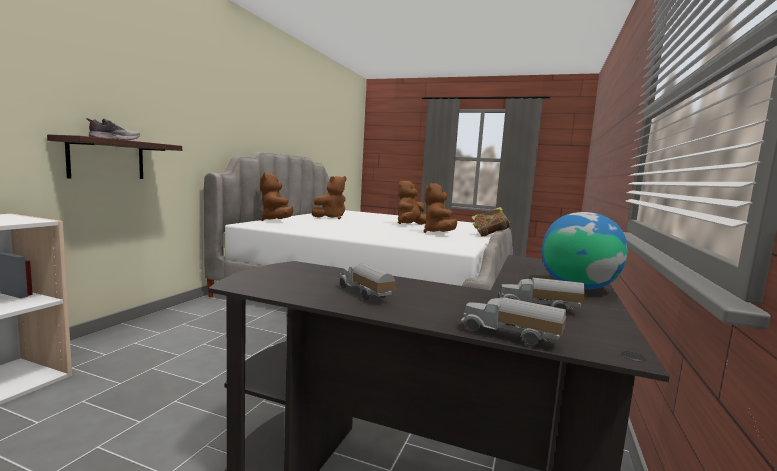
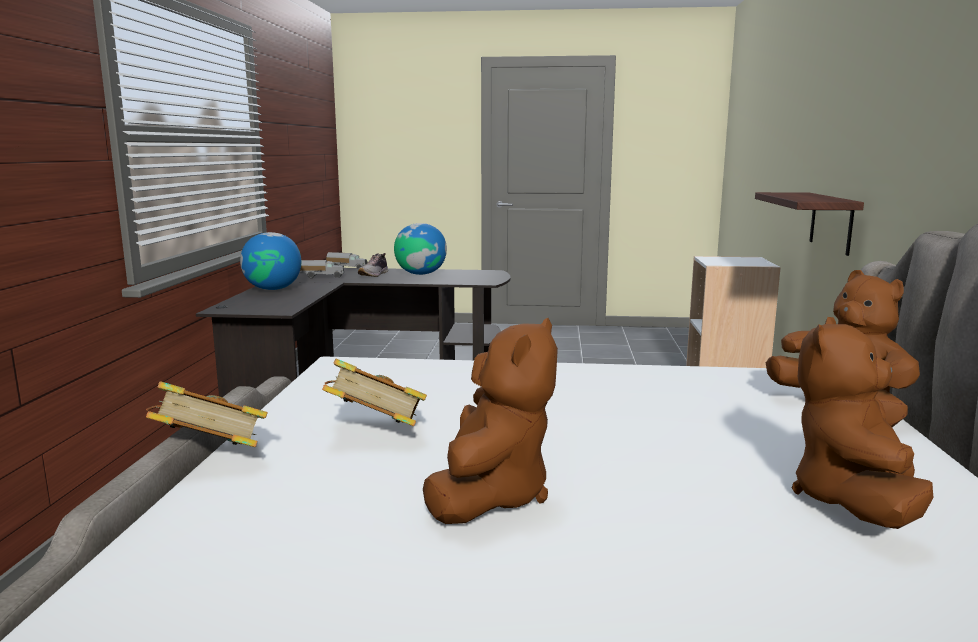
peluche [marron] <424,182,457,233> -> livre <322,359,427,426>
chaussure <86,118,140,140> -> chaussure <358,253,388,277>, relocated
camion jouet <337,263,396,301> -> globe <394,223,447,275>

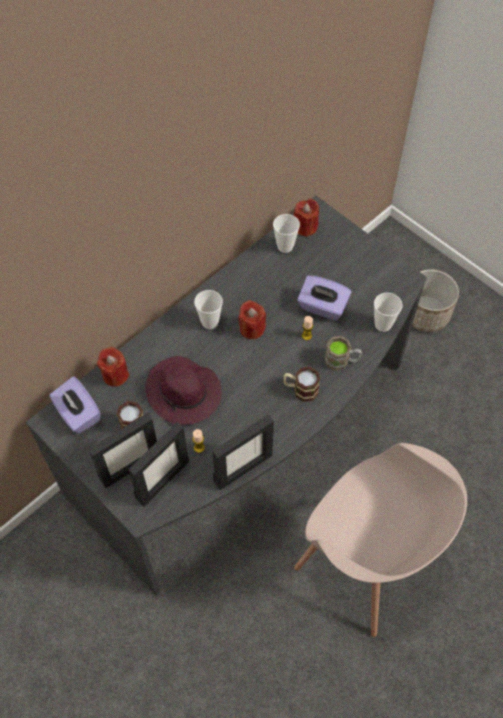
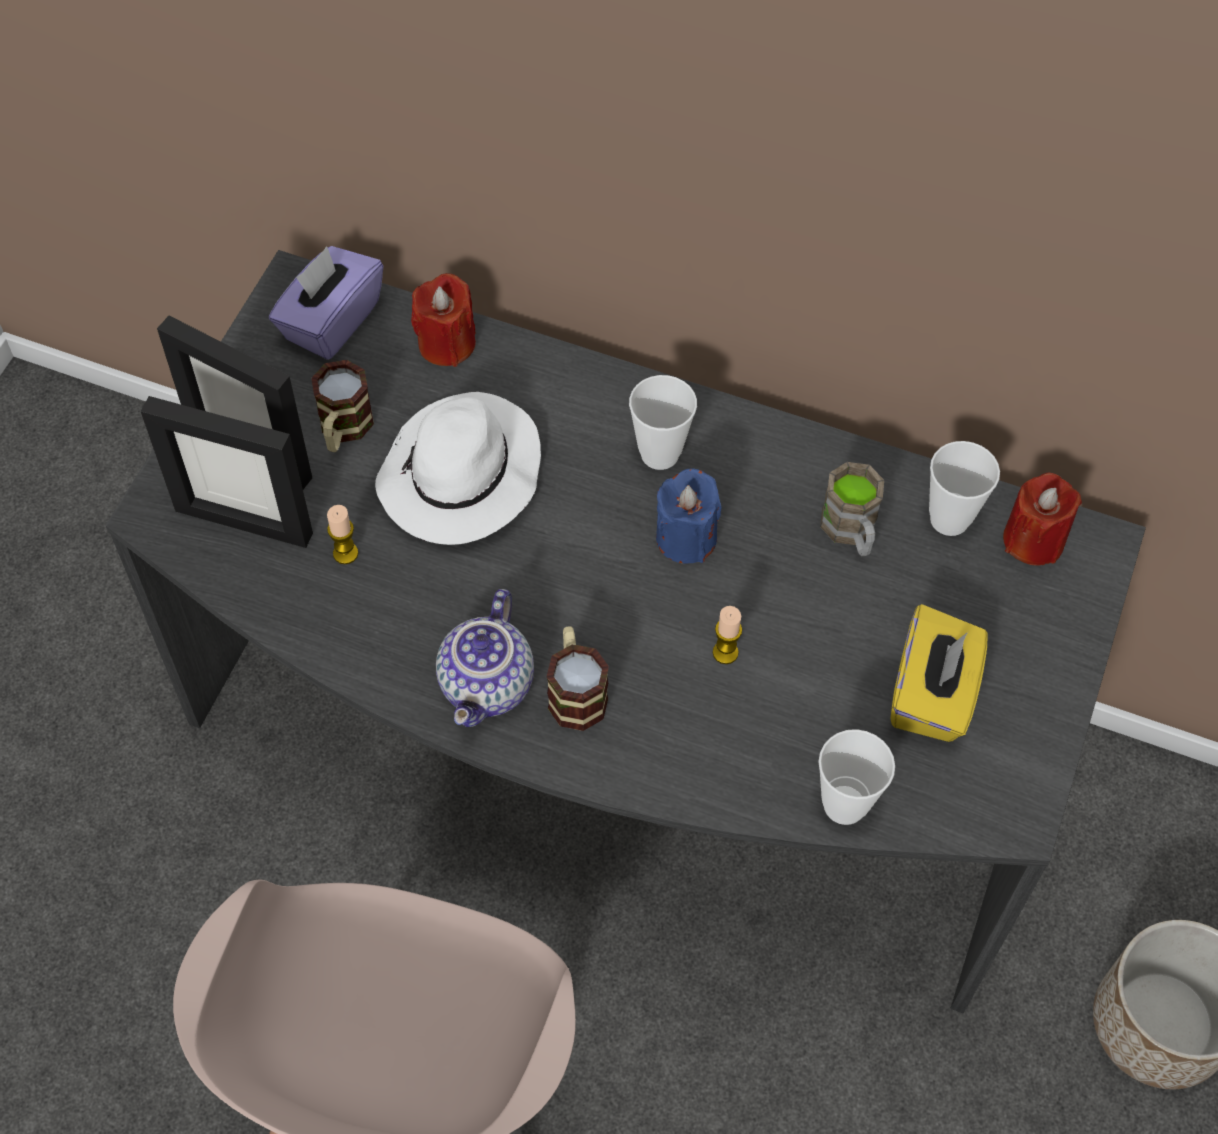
chapeau [violet] <145,356,222,425> -> chapeau [blanc] <375,392,541,545>
none -> théière <436,589,534,727>
bougie [rouge] <238,300,266,339> -> bougie [bleu] <656,469,722,564>
mug [marron] <324,336,362,371> -> mug [marron] <820,462,884,556>, relocated
none -> boîte à mouchoirs [jaune] <891,604,988,742>
cadre photo <212,415,274,490> -> none
boîte à mouchoirs [violet] <297,275,351,321> -> none

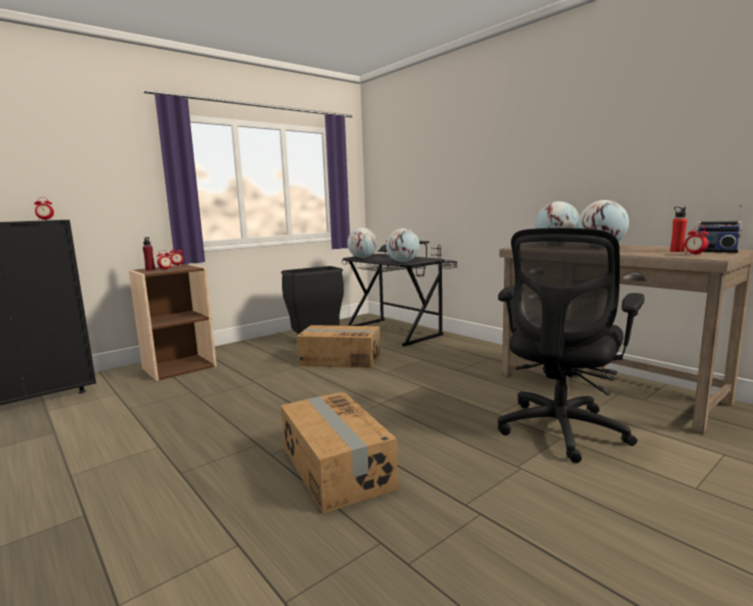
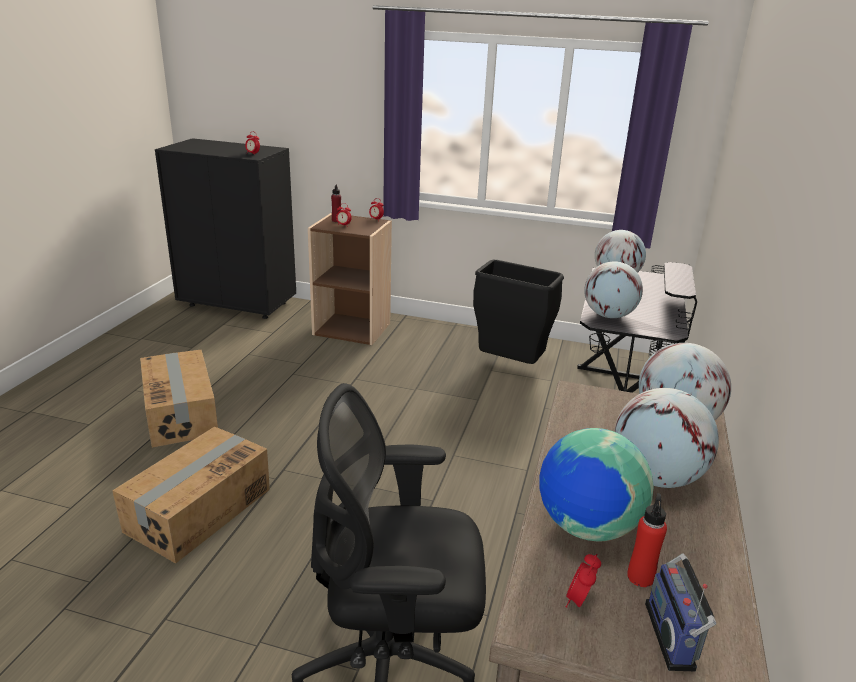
carton <297,325,380,368> -> carton <140,350,218,448>, relocated
none -> globe <539,428,654,541>

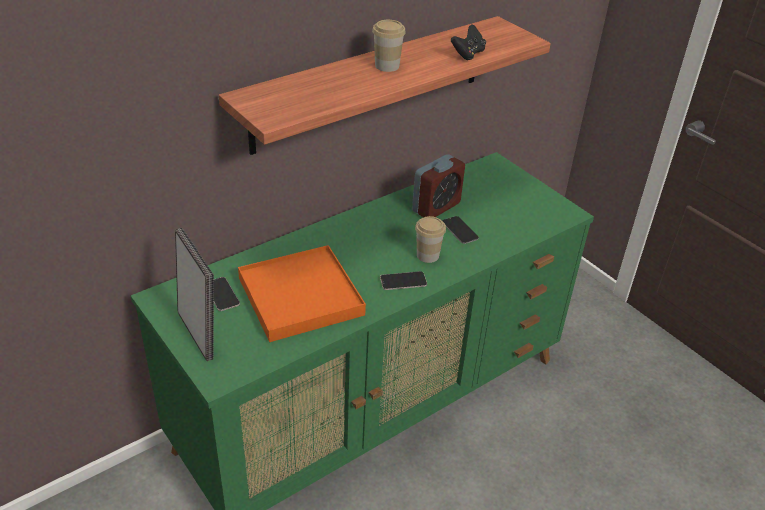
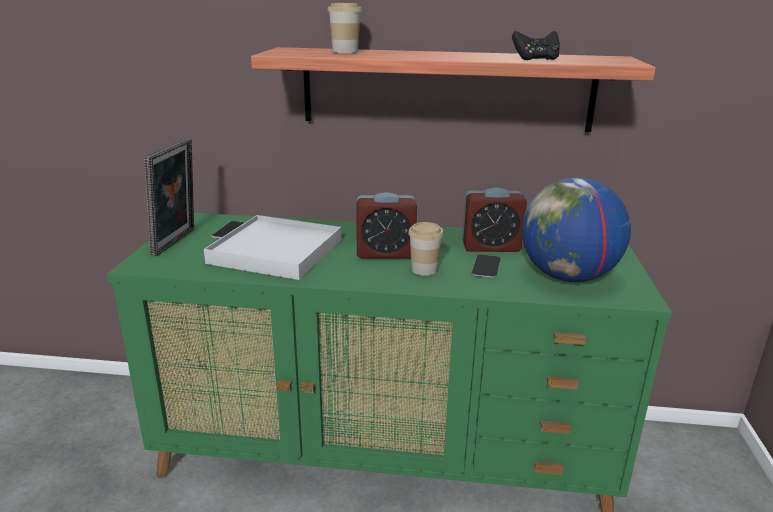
plateau [orange] <238,245,366,342> -> plateau [blanc] <204,215,341,280>
tasse <372,20,406,72> -> tasse <328,3,362,53>, relocated
none -> réveil <356,192,417,259>
none -> globe <522,178,631,282>
téléphone <380,271,427,290> -> none

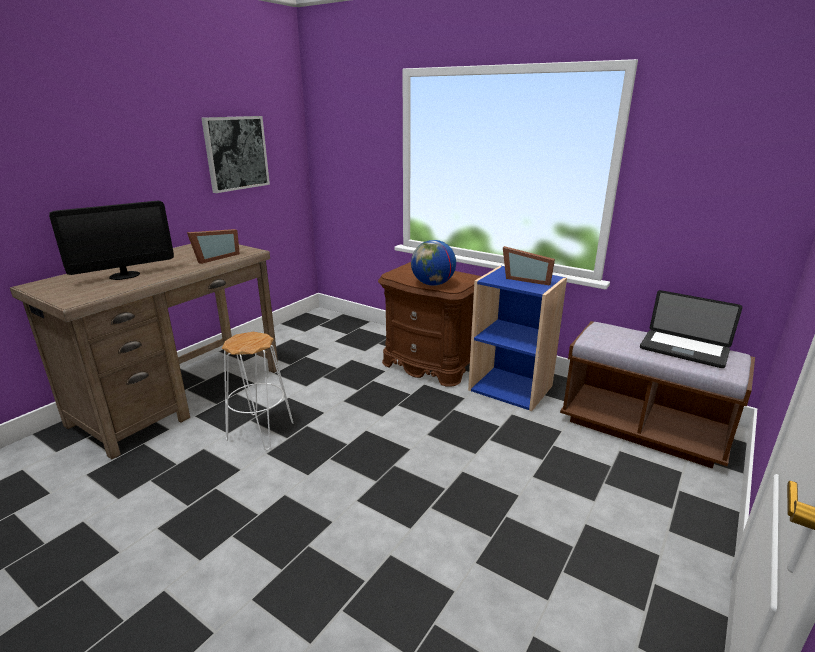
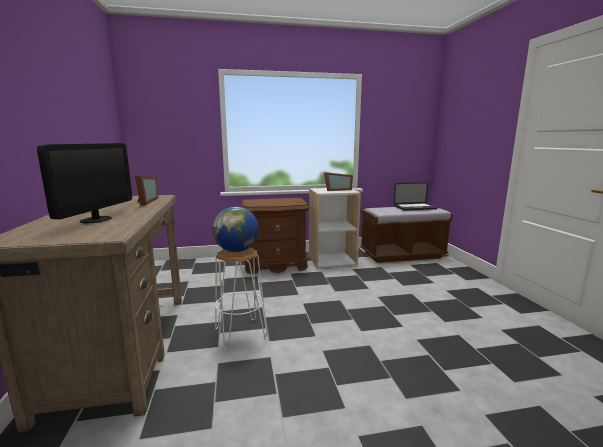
globe <411,240,456,286> -> globe <212,207,259,252>, relocated
bibliothèque [bleu] <468,266,567,411> -> bibliothèque [blanc] <309,188,361,268>
tableau <201,116,270,193> -> none

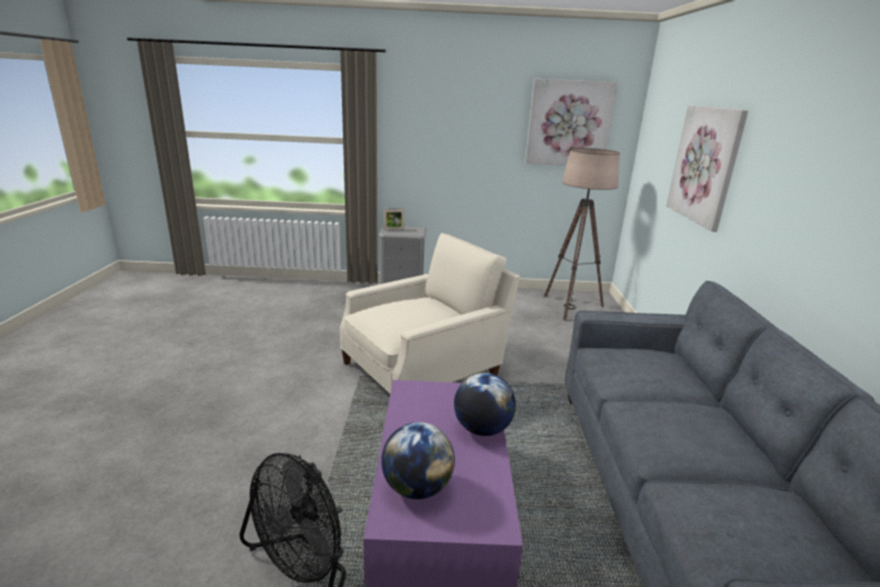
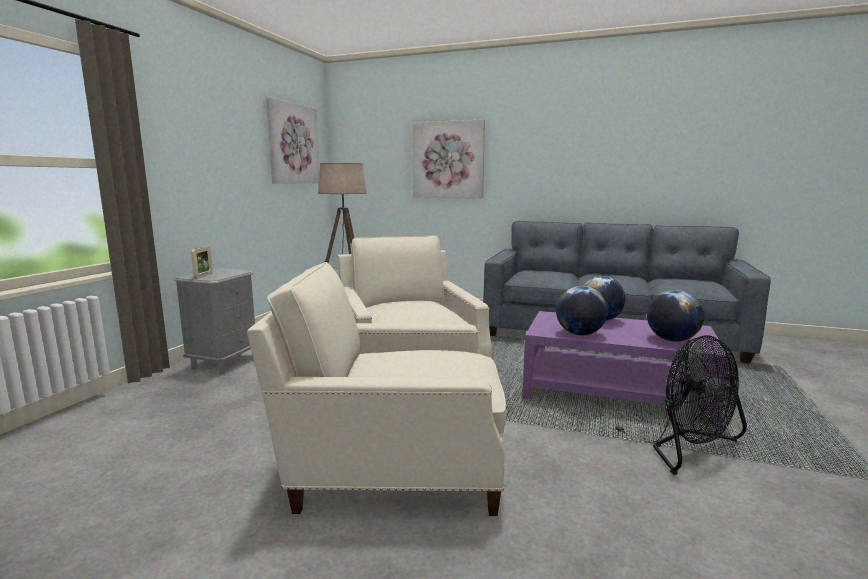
none -> fauteuil [beige] <247,262,506,516>
none -> globe <556,286,608,335>

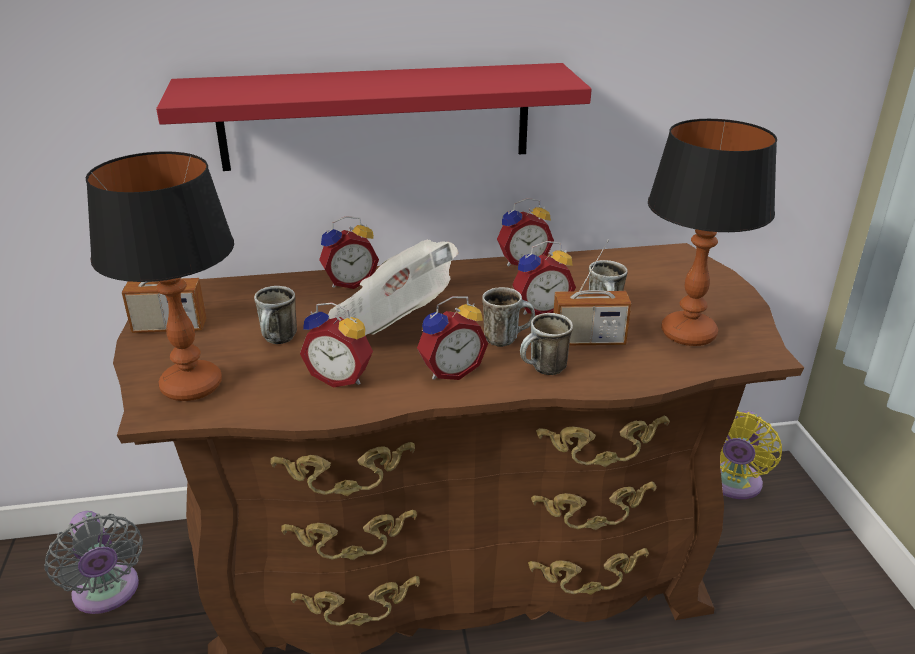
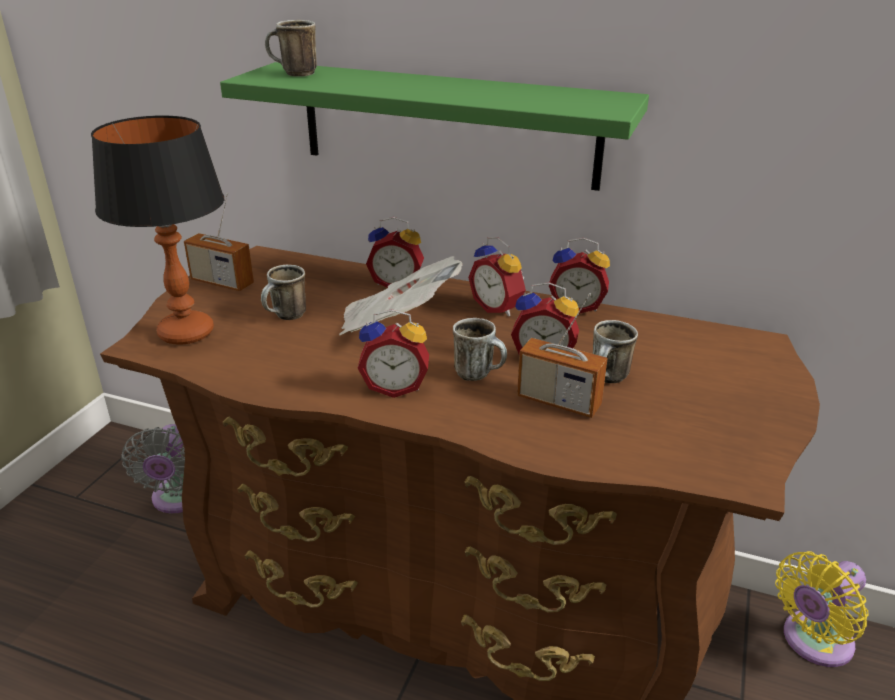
étagère [rouge] <156,63,592,171> -> étagère [vert] <220,62,649,191>
mug <520,313,573,375> -> mug <265,20,317,77>, relocated
réveil <300,302,373,387> -> réveil <468,237,526,316>, relocated
lampe de table <648,119,777,346> -> none

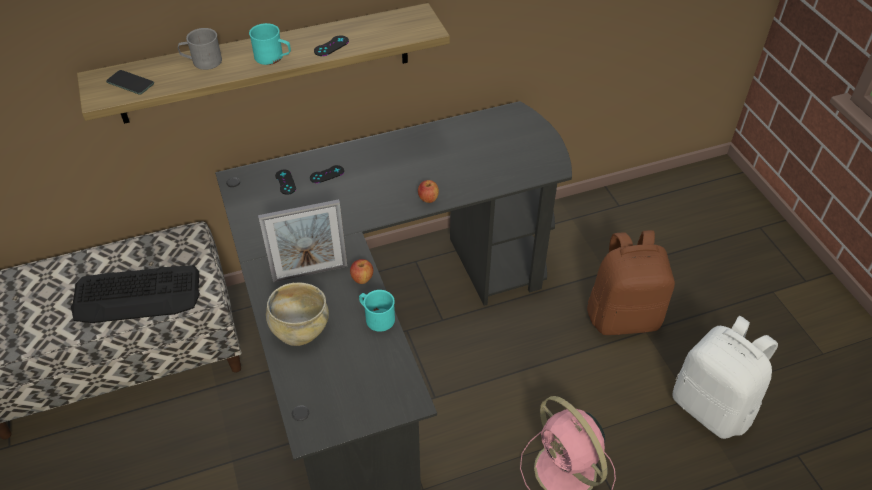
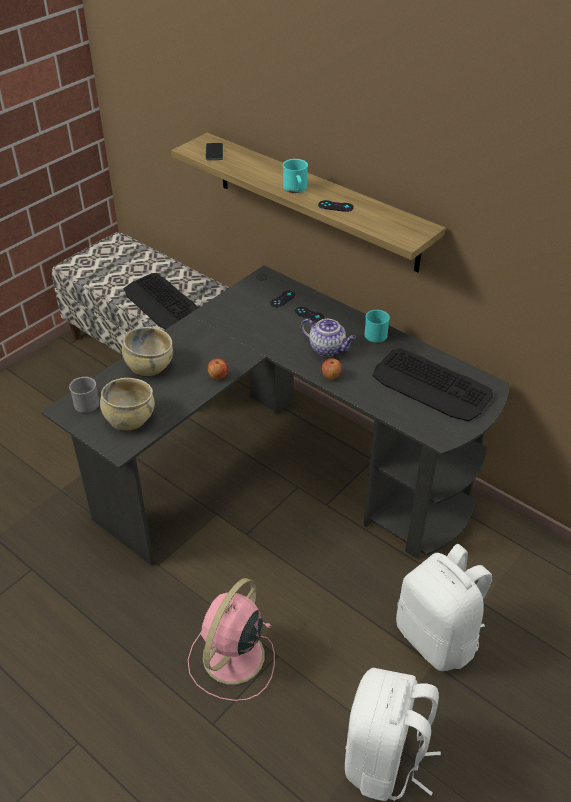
mug [gris] <178,28,222,70> -> mug [gris] <69,377,99,413>, relocated
none -> bol [beige] <100,378,155,431>
none -> théière <301,318,356,357>
mug [turquoise] <359,290,395,332> -> mug [turquoise] <365,310,390,343>, relocated
none -> clavier <372,348,493,422>
sac à dos [marron] <587,230,675,335> -> sac à dos [blanc] <396,544,492,671>
cadre photo <258,199,348,282> -> none

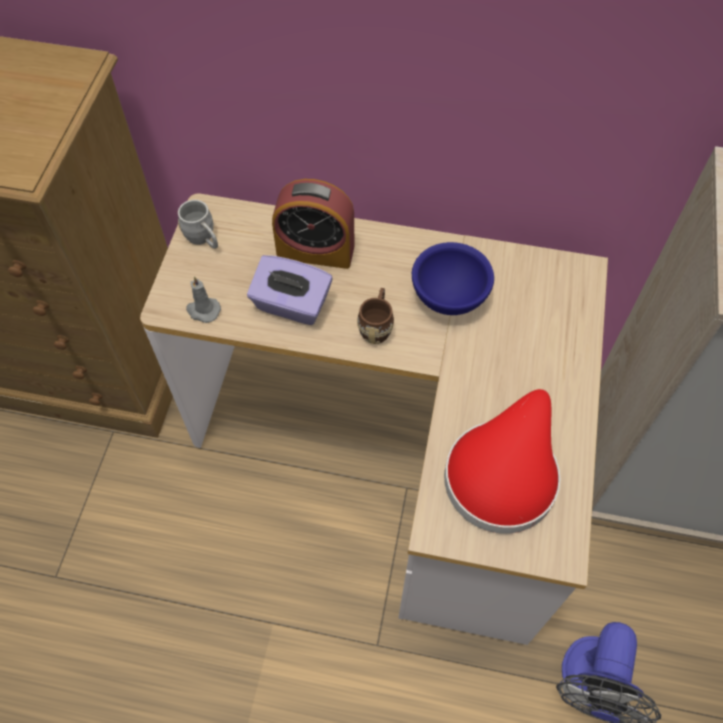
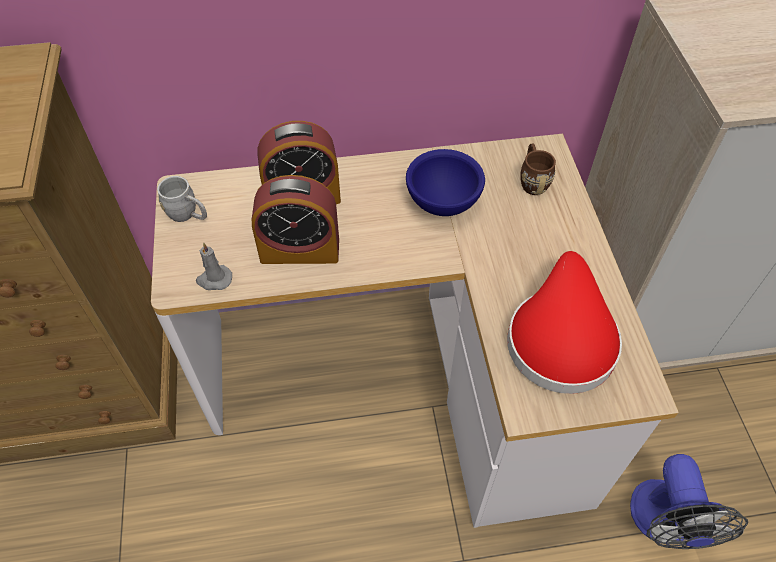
boîte à mouchoirs [violet] <247,255,333,325> -> réveil <252,175,339,264>
mug [marron] <357,288,394,344> -> mug [marron] <520,144,556,195>, relocated

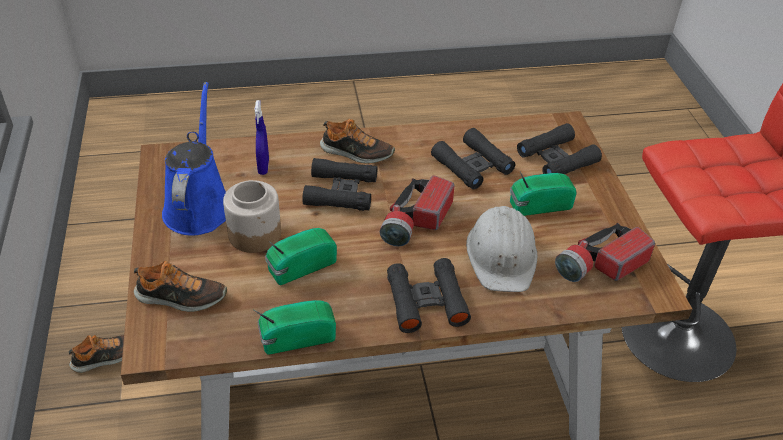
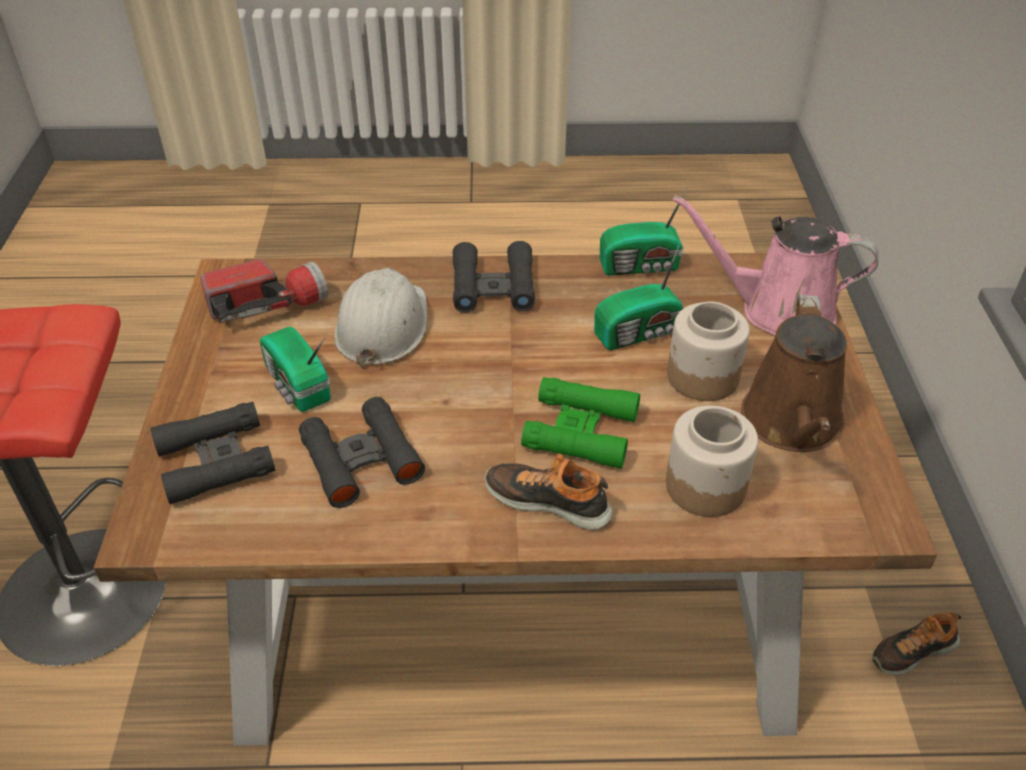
radio <510,172,577,216> -> radio <260,327,331,412>, 60 degrees clockwise
jumelles [noir] <302,158,378,211> -> jumelles [vert] <521,377,640,469>
vaporisateur [bleu] <255,100,269,175> -> bocal <666,405,758,517>
chaussure <134,261,227,312> -> arrosoir [rose] <673,195,878,335>
arrosoir [bleu] <162,82,226,236> -> arrosoir [marron] <741,295,847,452>
lampe de poche <380,175,455,247> -> none

